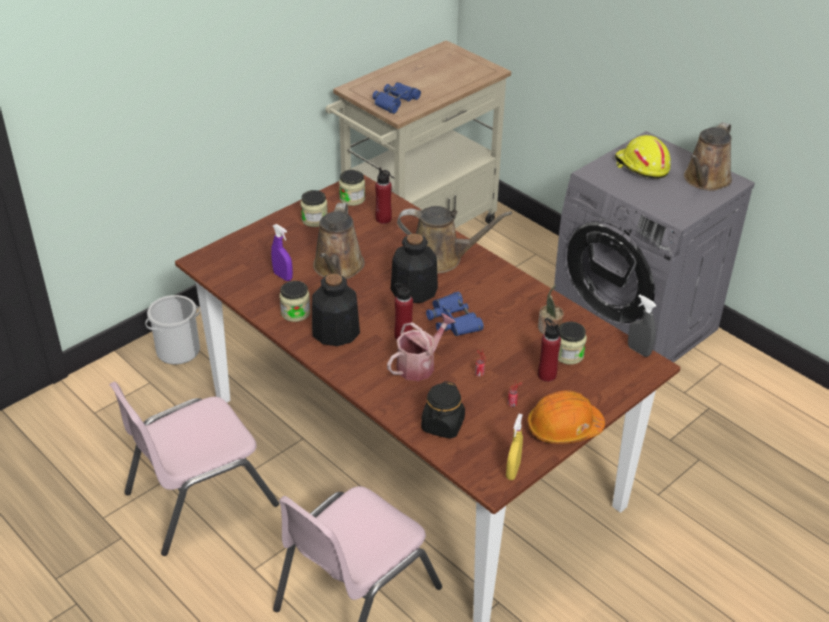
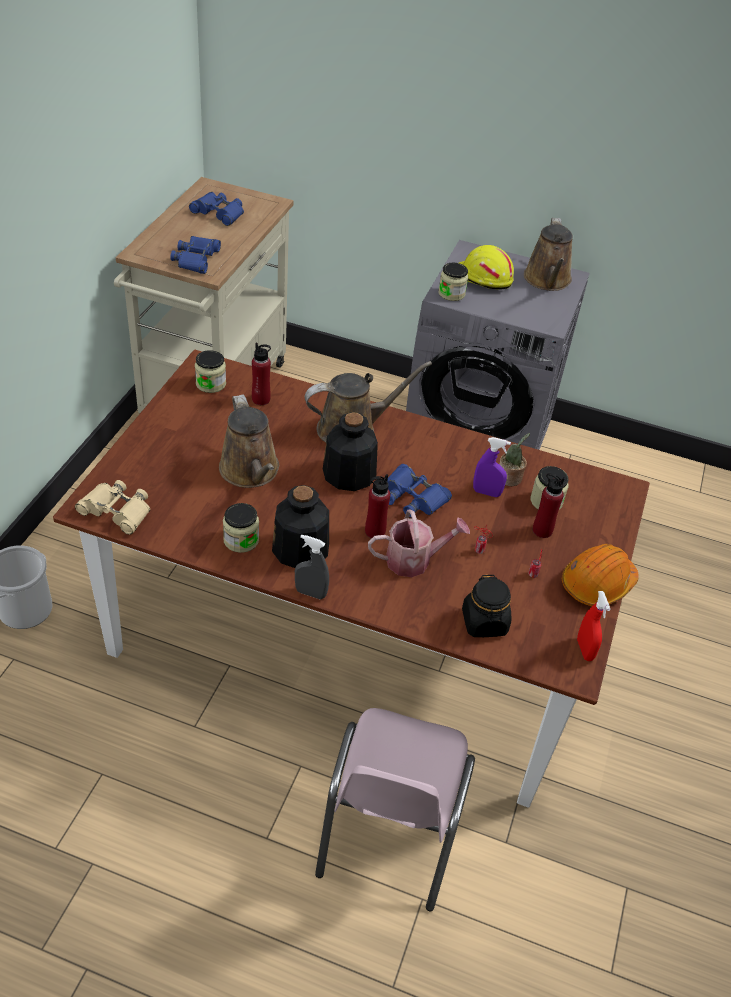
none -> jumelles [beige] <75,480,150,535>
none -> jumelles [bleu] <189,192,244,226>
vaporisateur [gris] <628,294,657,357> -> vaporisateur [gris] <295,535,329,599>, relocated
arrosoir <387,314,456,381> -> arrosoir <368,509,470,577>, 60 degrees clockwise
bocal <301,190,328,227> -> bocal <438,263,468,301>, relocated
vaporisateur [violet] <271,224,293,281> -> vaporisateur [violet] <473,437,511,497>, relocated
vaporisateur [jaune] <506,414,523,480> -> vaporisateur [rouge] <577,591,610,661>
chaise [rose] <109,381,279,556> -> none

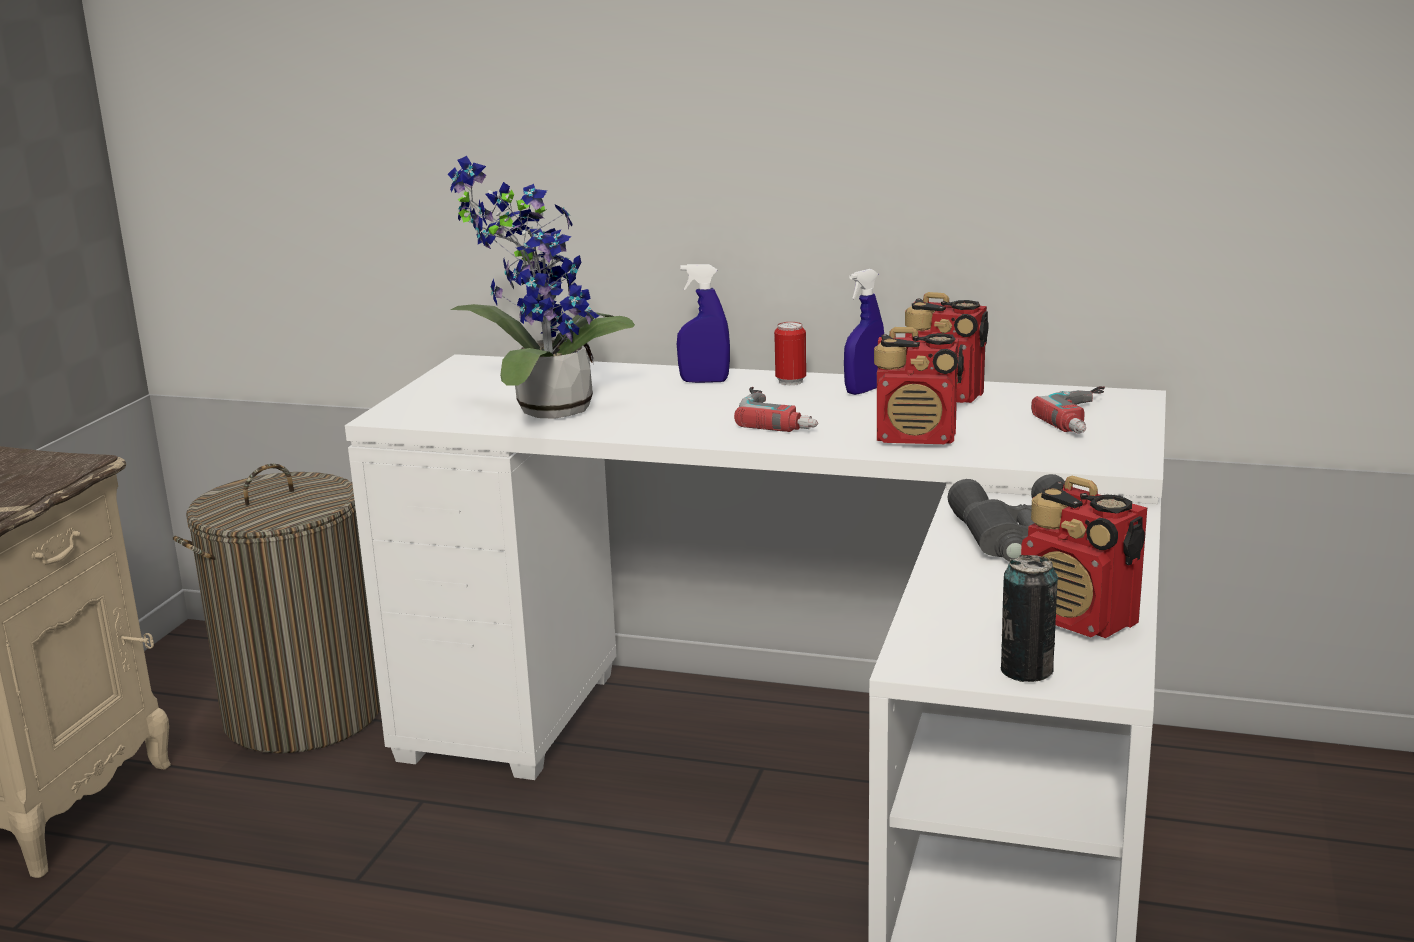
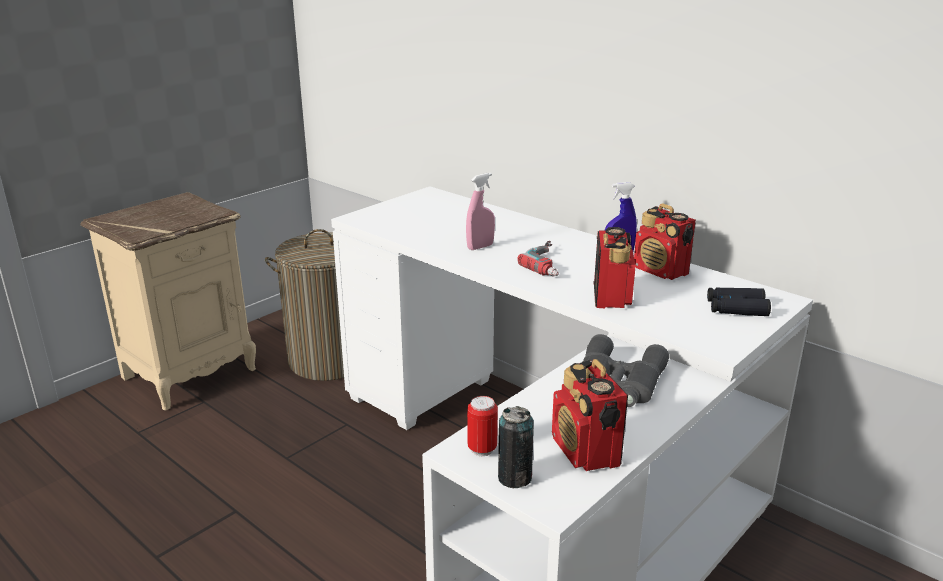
none -> vaporisateur [rose] <466,173,495,250>
boîte métallique <774,322,806,385> -> boîte métallique <467,396,498,456>, relocated
radio <874,327,964,444> -> radio <593,227,635,308>, 120 degrees counterclockwise
perceuse <1031,386,1105,434> -> jumelles [noir] <707,287,771,316>
plante en pot <448,156,635,419> -> none
vaporisateur [bleu] <677,264,730,383> -> none

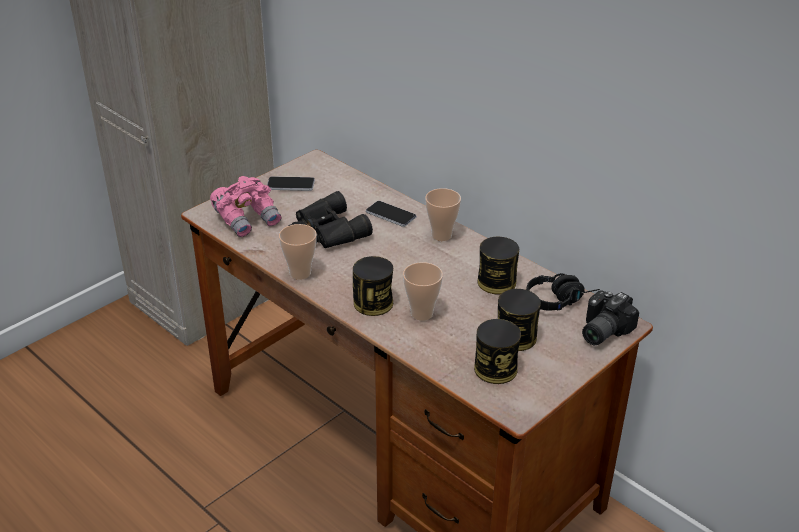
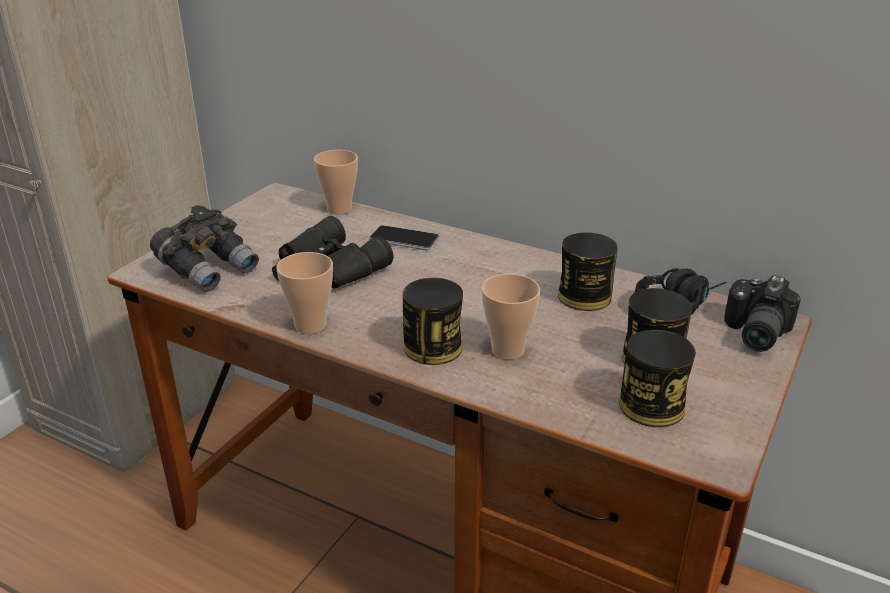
jumelles [rose] <210,176,282,237> -> jumelles [gris] <150,205,259,292>
tasse <425,188,461,241> -> tasse <314,150,358,214>, relocated
téléphone <267,176,315,191> -> none

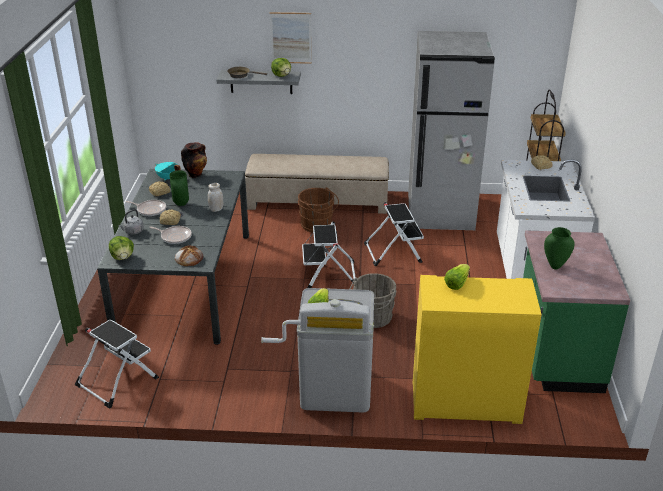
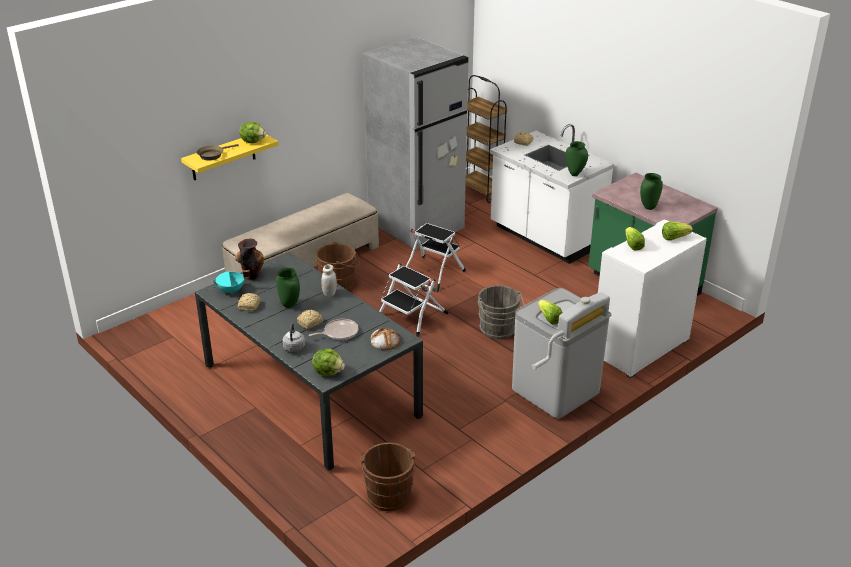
étagère [gris] <216,70,301,94> -> étagère [jaune] <181,135,279,180>
escabeau <75,320,159,409> -> seau [marron] <360,443,416,511>
none -> vase [vert] <565,141,588,176>
meuble de rangement [jaune] <413,275,542,424> -> meuble de rangement [blanc] <598,220,707,378>
none -> laitue <662,222,693,240>
poêle <126,200,166,216> -> none
tableau <270,12,312,64> -> none

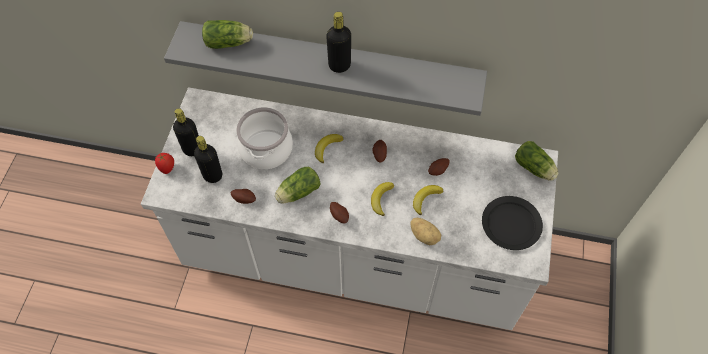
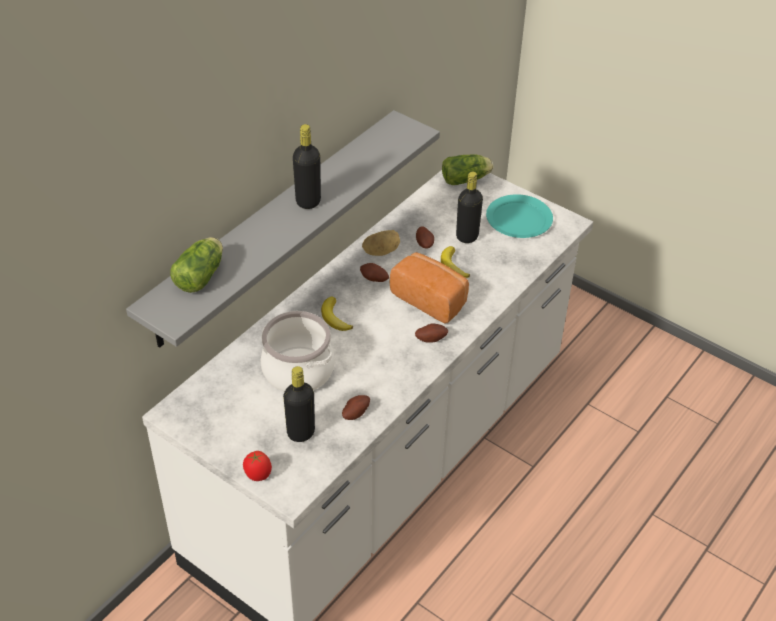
pomme de terre <410,218,441,245> -> pomme de terre <362,230,400,256>, relocated
banane <371,182,394,216> -> pain <390,252,469,324>
bouteille [noir] <173,108,199,156> -> bouteille [noir] <456,172,483,243>, relocated
assiette [noir] <482,196,543,250> -> assiette [turquoise] <486,194,553,238>
laitue <275,167,320,203> -> none

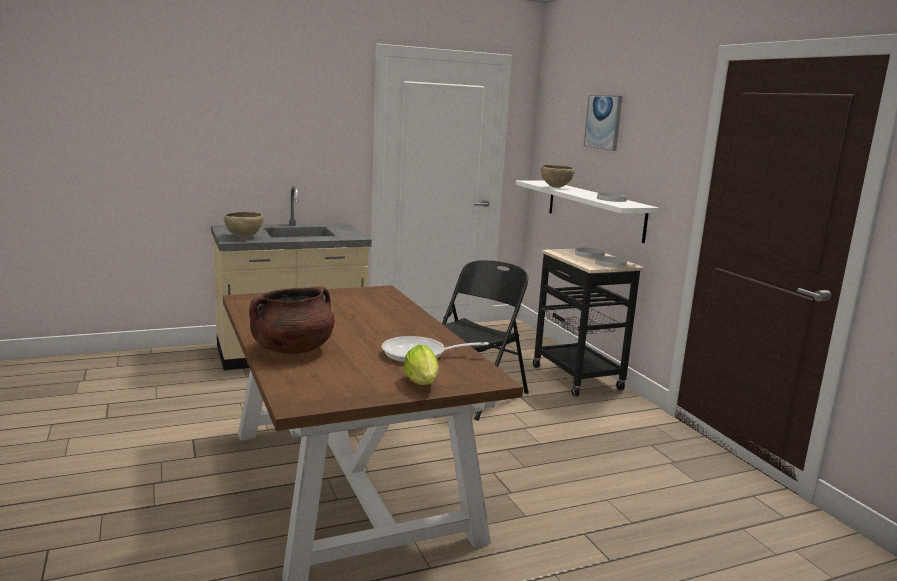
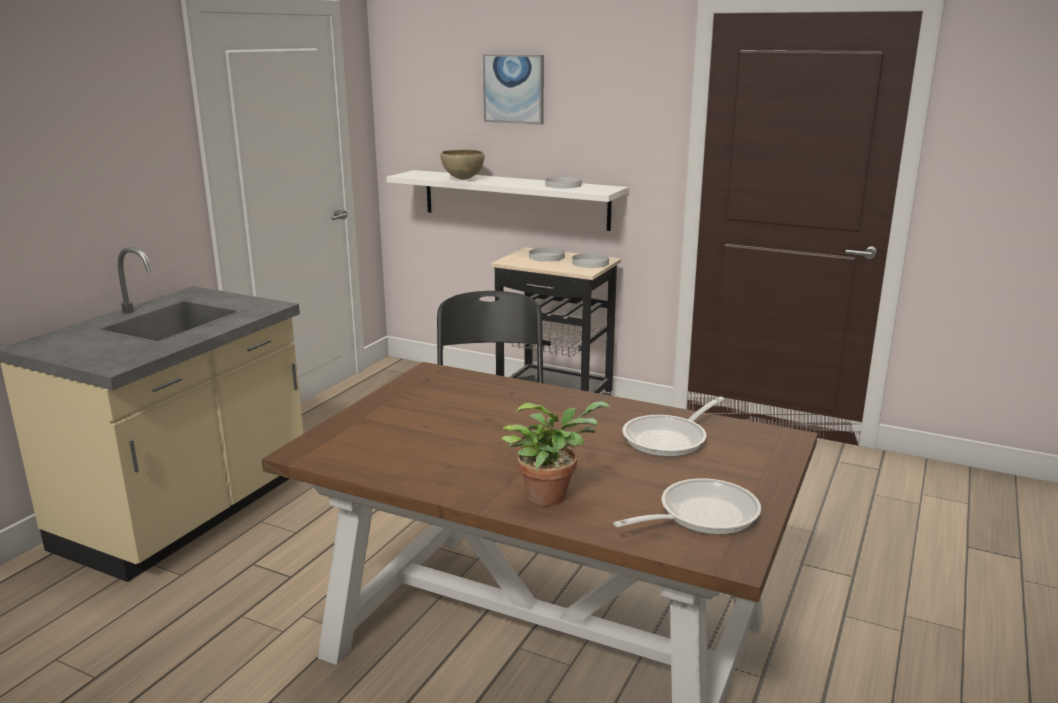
marmite [marron] <249,286,334,354> -> plante en pot <501,402,610,506>
none -> poêle <613,478,761,535>
bol [marron] <224,212,264,238> -> none
laitue <403,345,439,385> -> none

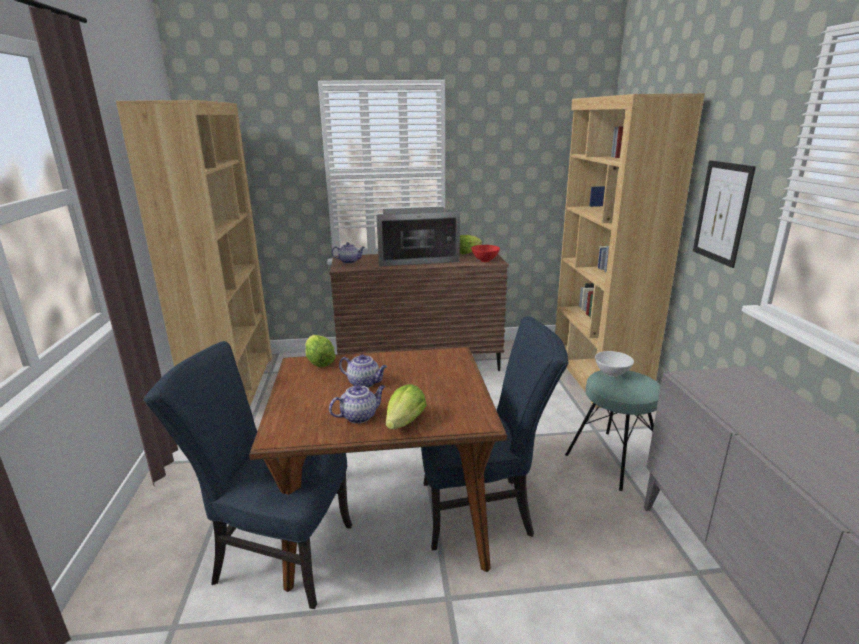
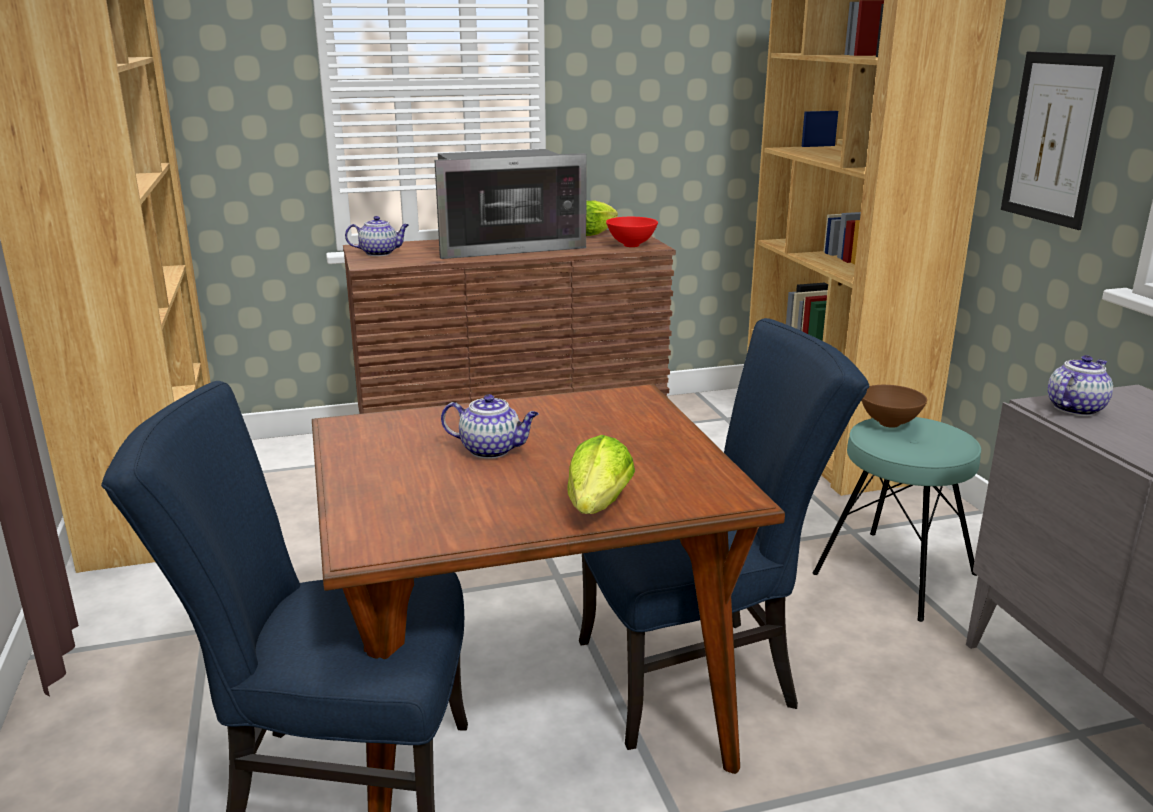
bol [blanc] <595,351,634,377> -> bol [marron] <861,385,927,428>
théière <329,385,385,423> -> théière <1048,355,1113,416>, relocated
laitue <305,335,336,367> -> none

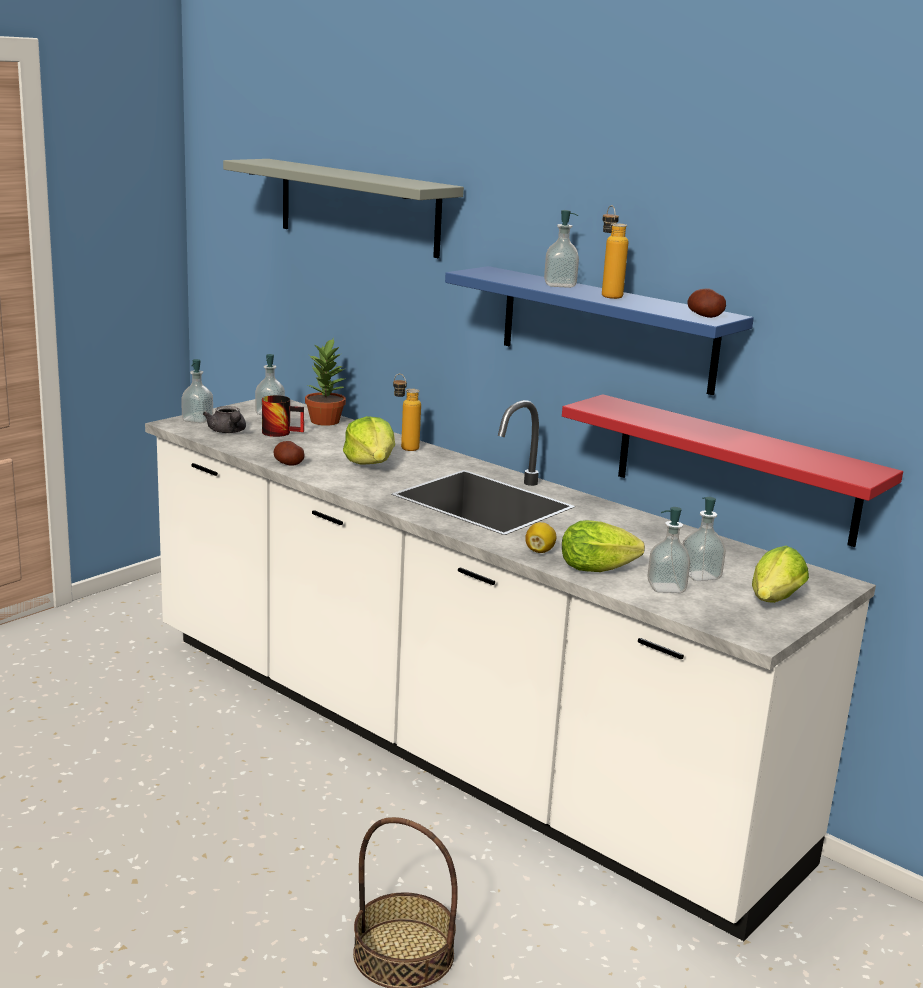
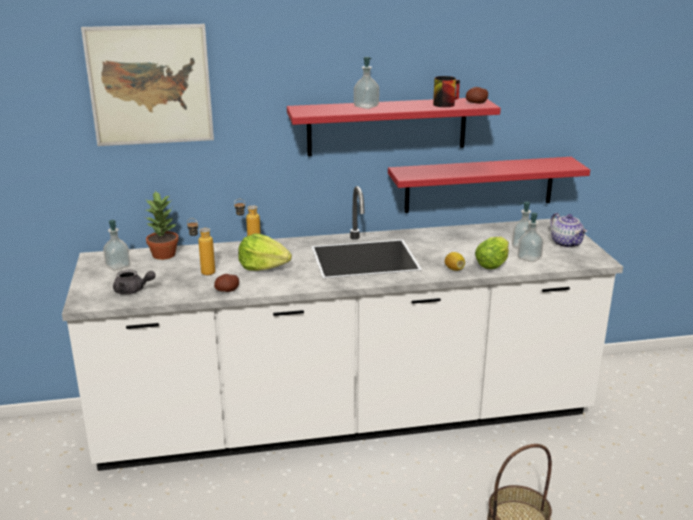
étagère [gris] <223,159,464,258> -> tableau <81,24,214,146>
bouteille <602,205,628,299> -> bouteille <187,218,215,275>, relocated
étagère [bleu] <445,266,754,395> -> étagère [rouge] <287,98,501,156>
mug <262,395,304,437> -> mug <433,76,460,107>, relocated
laitue <752,545,809,603> -> théière <551,213,587,248>
distributeur de savon <181,359,213,424> -> none

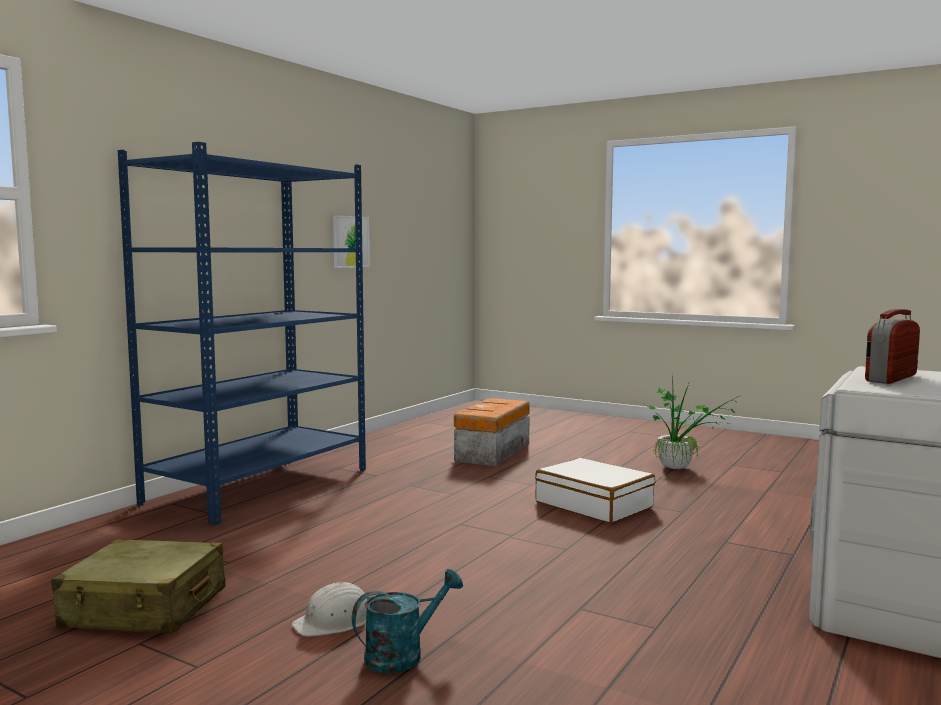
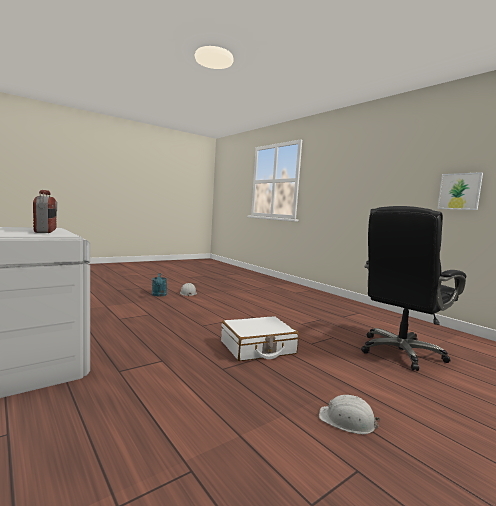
plante en pot <644,374,741,469> -> casque de chantier [blanc] <319,395,380,434>
boîte de rangement <454,398,530,467> -> chaise de bureau [noir] <361,206,466,371>
valise [beige] <51,539,226,634> -> none
bibliothèque [bleu] <118,142,366,525> -> none

